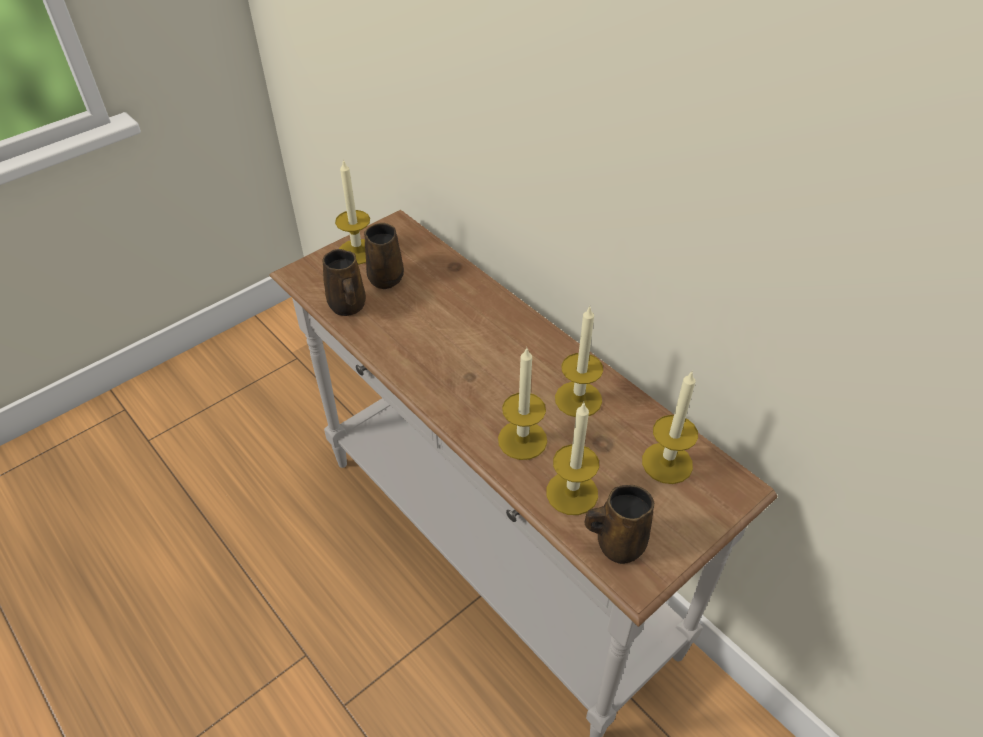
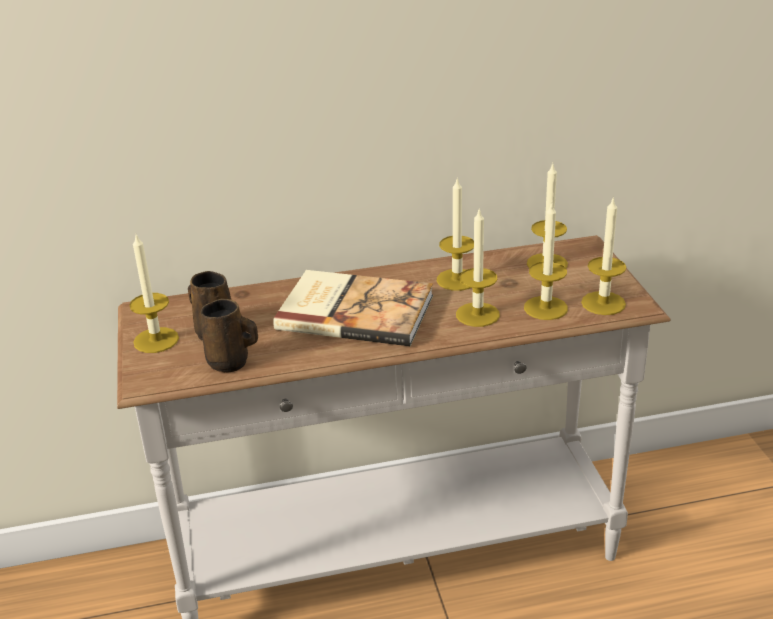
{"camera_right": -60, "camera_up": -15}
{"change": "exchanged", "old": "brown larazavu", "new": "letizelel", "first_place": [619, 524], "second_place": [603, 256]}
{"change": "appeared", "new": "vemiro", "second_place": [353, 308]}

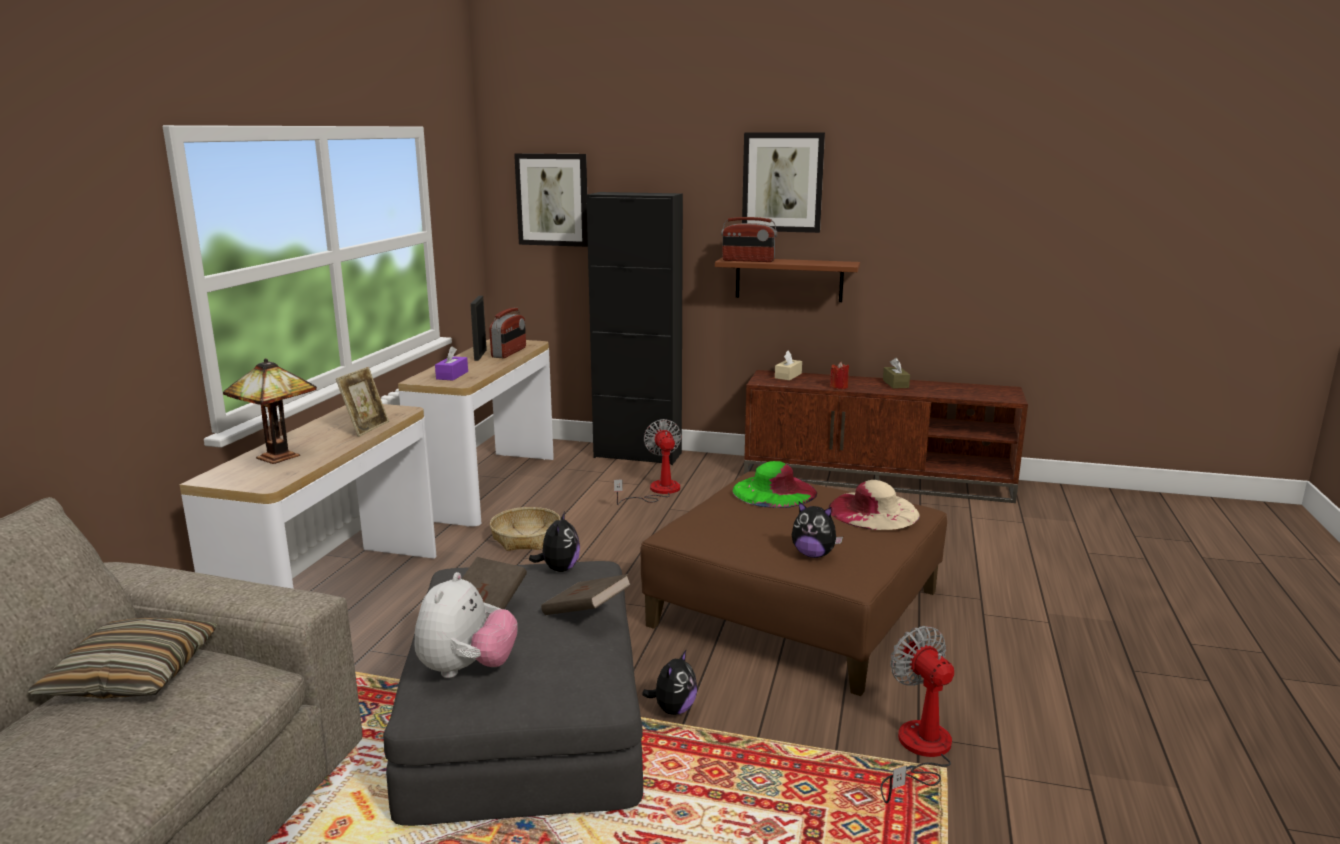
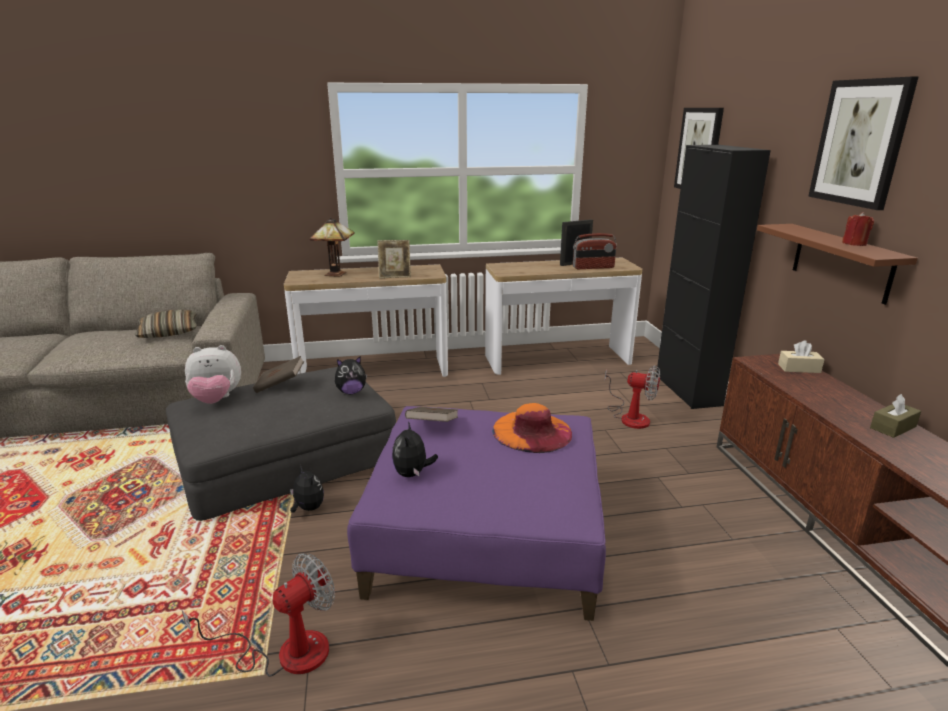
{"camera_right": 65, "camera_up": 5}
{"change": "missing", "old": "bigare", "first_place": [749, 239]}
{"change": "missing", "old": "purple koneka", "first_place": [451, 363]}
{"change": "relocated", "old": "red letizelel", "first_place": [839, 375], "second_place": [858, 229]}
{"change": "spun", "old": "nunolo", "first_place": [647, 462], "second_place": [632, 397], "degrees": 60}
{"change": "colour", "old": "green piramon", "new": "orange piramon", "first_place": [774, 484], "second_place": [532, 428]}
{"change": "colour", "old": "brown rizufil", "new": "purple rizufil", "first_place": [793, 583], "second_place": [476, 513]}
{"change": "missing", "old": "beige piramon", "first_place": [874, 505]}
{"change": "missing", "old": "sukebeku", "first_place": [525, 529]}
{"change": "relocated", "old": "brown vemiro", "first_place": [586, 594], "second_place": [431, 414]}
{"change": "spun", "old": "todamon", "first_place": [669, 682], "second_place": [307, 489], "degrees": -135}

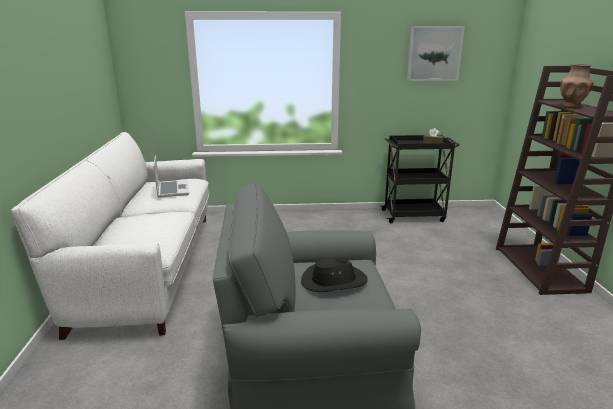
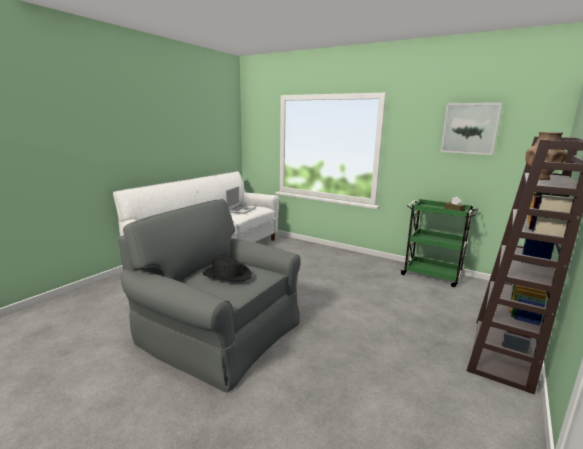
{"camera_right": 35, "camera_up": -5}
{"change": "colour", "old": "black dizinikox", "new": "green dizinikox", "first_place": [420, 179], "second_place": [439, 243]}

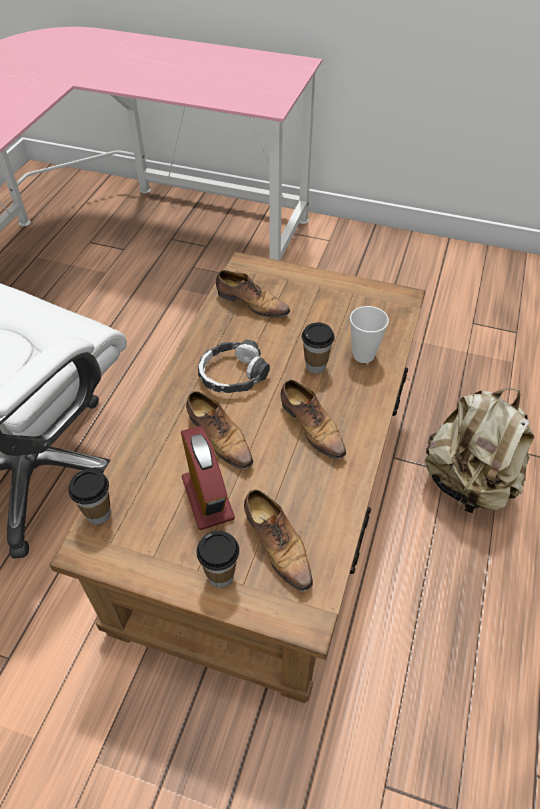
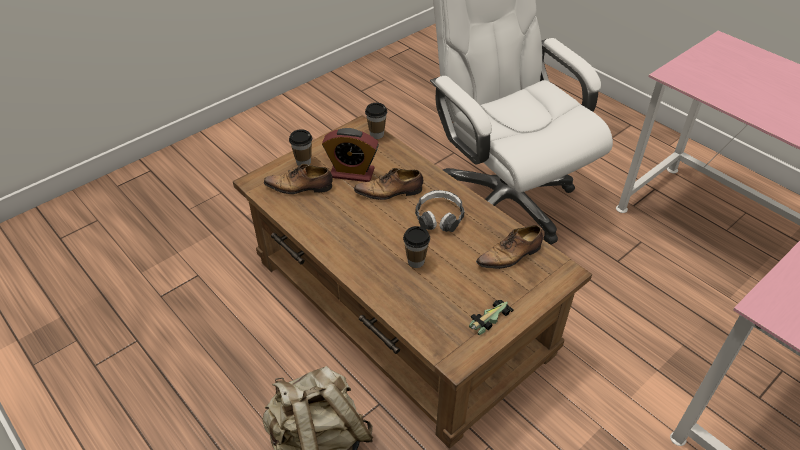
{"camera_right": 120, "camera_up": -5}
{"change": "missing", "old": "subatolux", "first_place": [369, 334]}
{"change": "missing", "old": "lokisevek", "first_place": [313, 419]}
{"change": "appeared", "new": "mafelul", "second_place": [491, 317]}

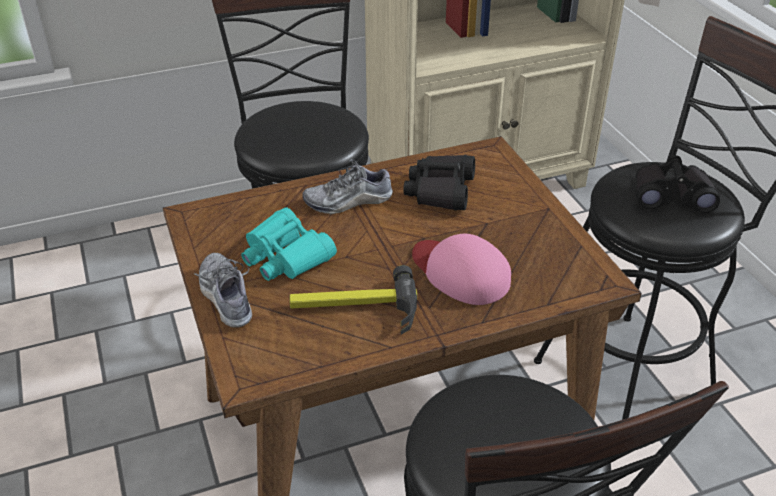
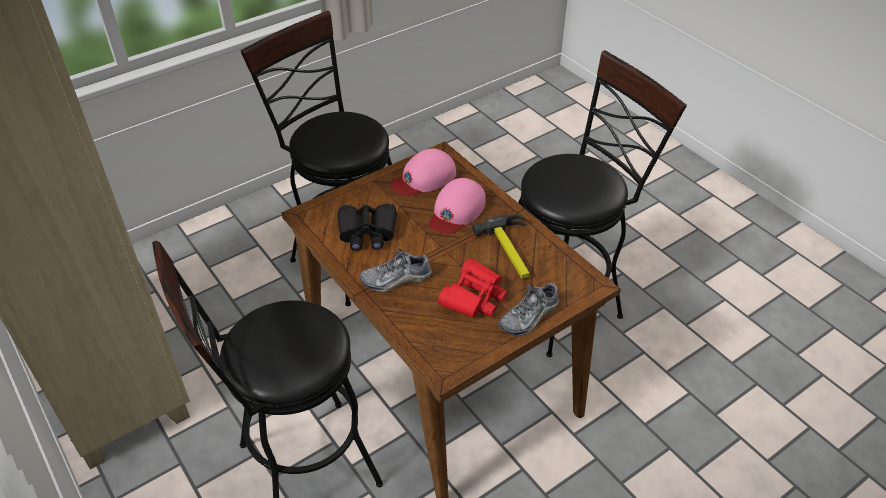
{"camera_right": -105, "camera_up": 5}
{"change": "missing", "old": "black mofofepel", "first_place": [678, 184]}
{"change": "spun", "old": "lokisevek", "first_place": [347, 187], "second_place": [396, 270], "degrees": 105}
{"change": "colour", "old": "turquoise mofofepel", "new": "red mofofepel", "first_place": [289, 244], "second_place": [472, 288]}
{"change": "appeared", "new": "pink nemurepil", "second_place": [423, 172]}

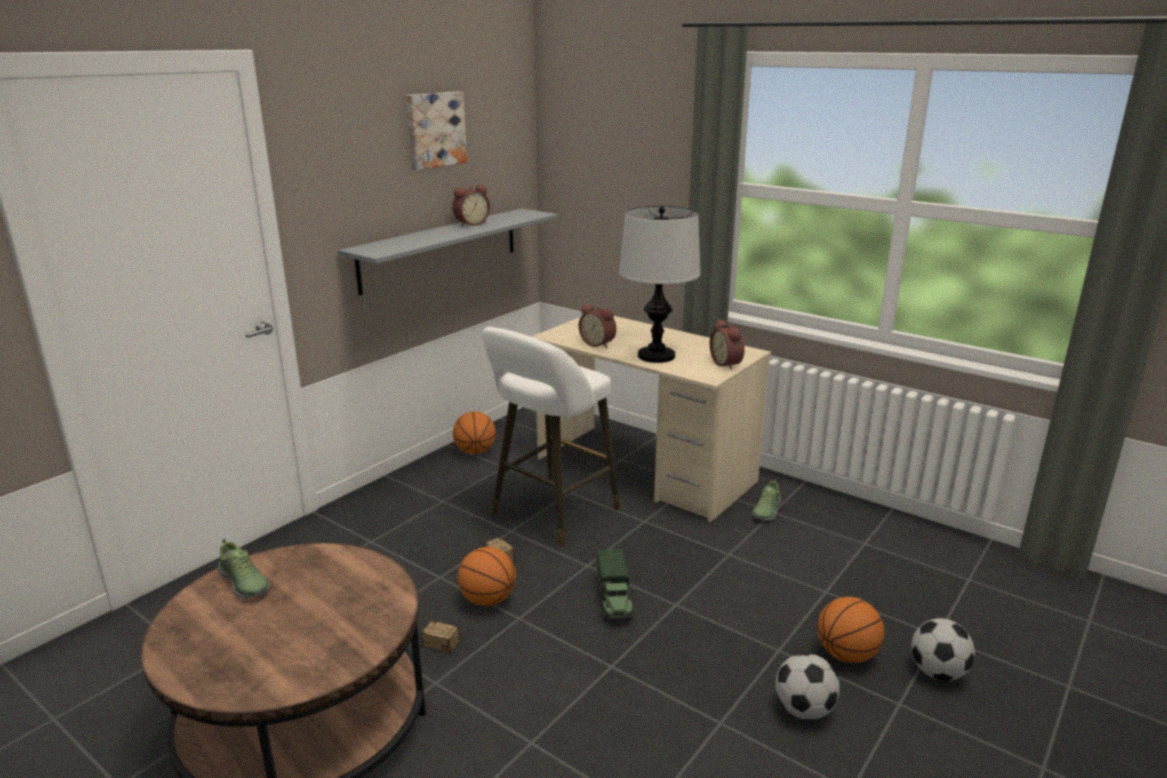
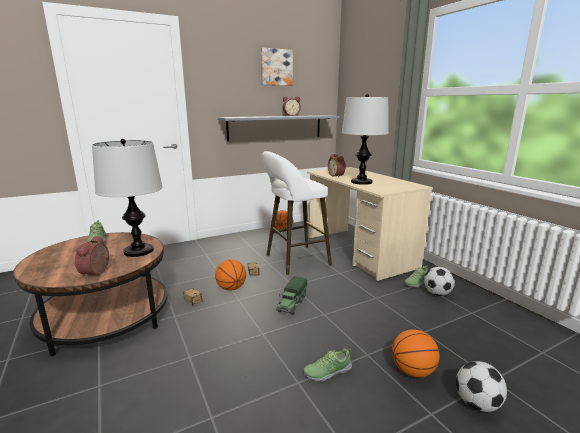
{"camera_right": 25, "camera_up": -5}
{"change": "relocated", "old": "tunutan", "first_place": [727, 344], "second_place": [92, 257]}
{"change": "relocated", "old": "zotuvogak", "first_place": [807, 686], "second_place": [439, 281]}
{"change": "appeared", "new": "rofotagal", "second_place": [127, 198]}
{"change": "appeared", "new": "lokisevek", "second_place": [327, 365]}

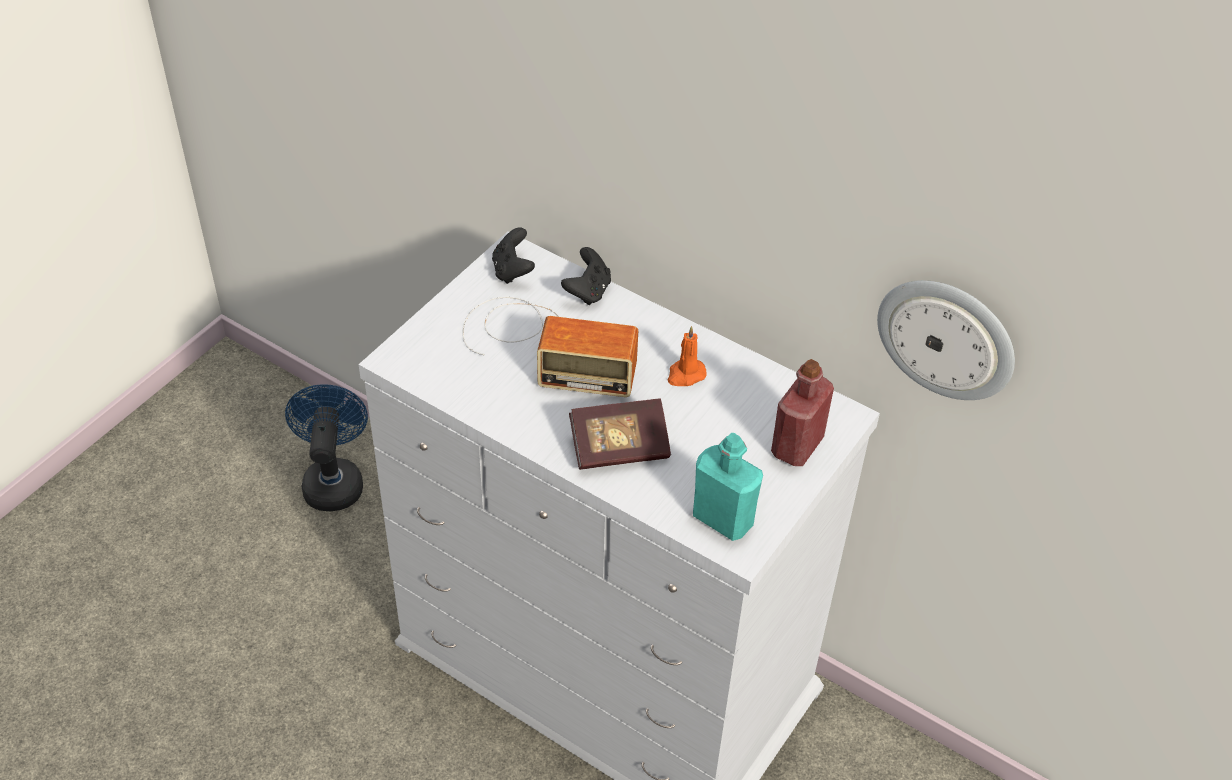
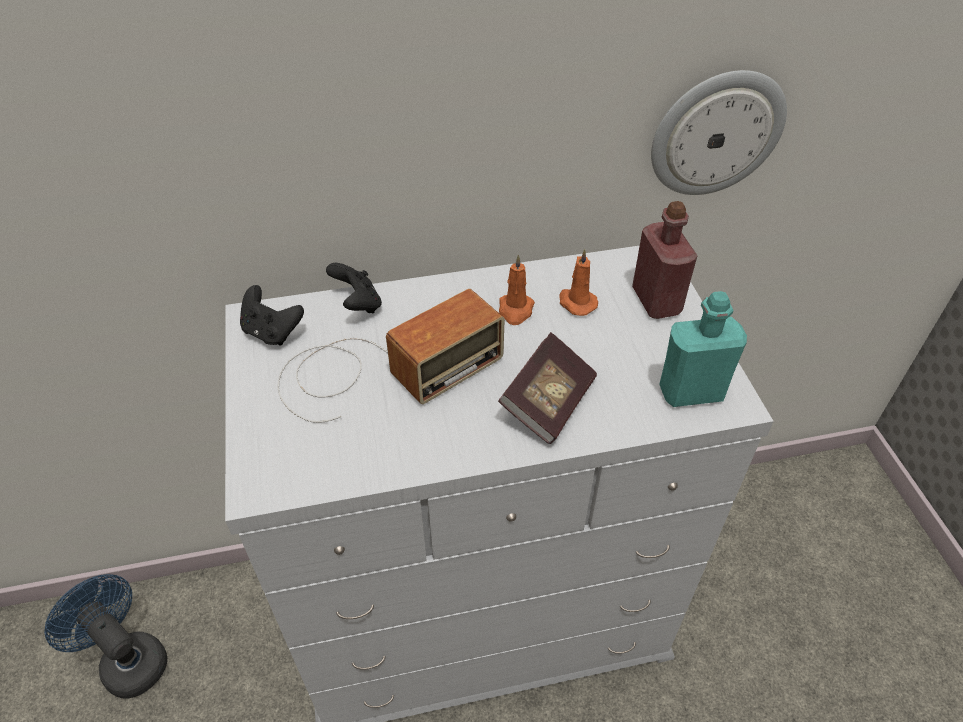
{"camera_right": -45, "camera_up": 0}
{"change": "appeared", "new": "orange letizelel", "second_place": [578, 282]}

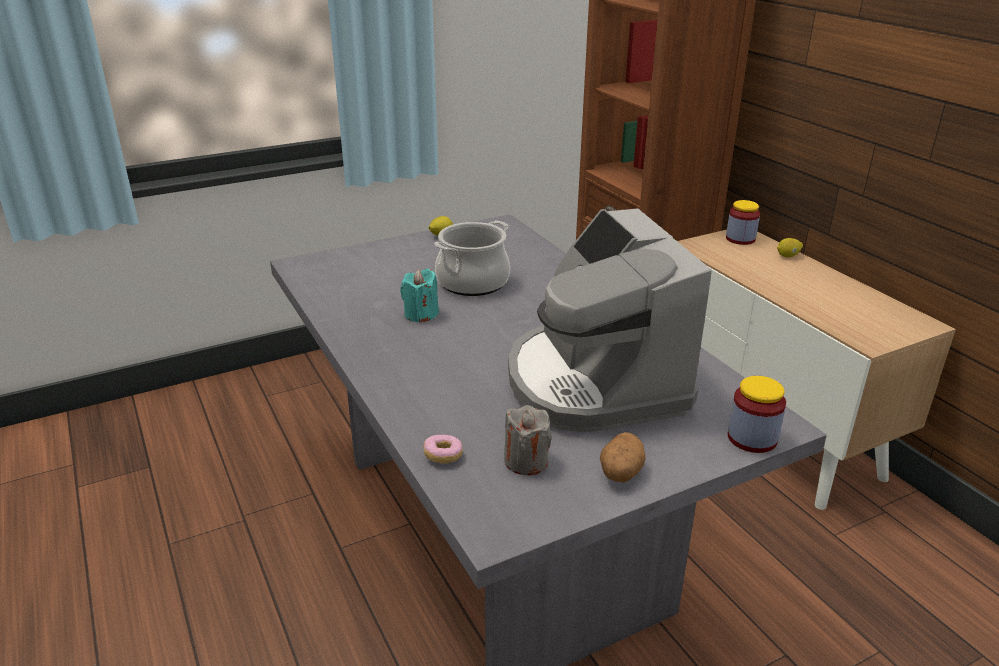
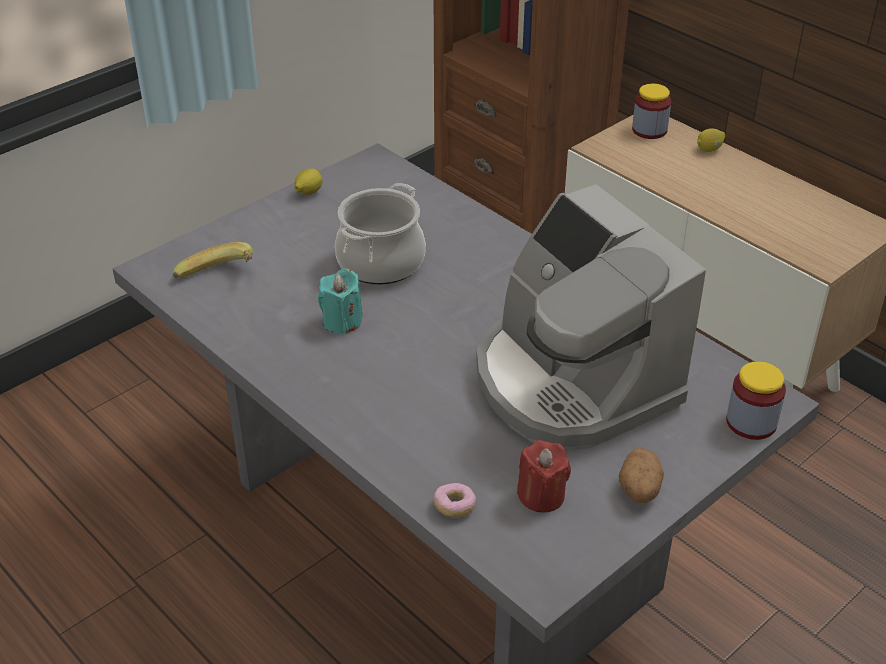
{"camera_right": -15, "camera_up": 10}
{"change": "colour", "old": "grey letizelel", "new": "red letizelel", "first_place": [528, 440], "second_place": [544, 476]}
{"change": "appeared", "new": "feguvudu", "second_place": [213, 260]}

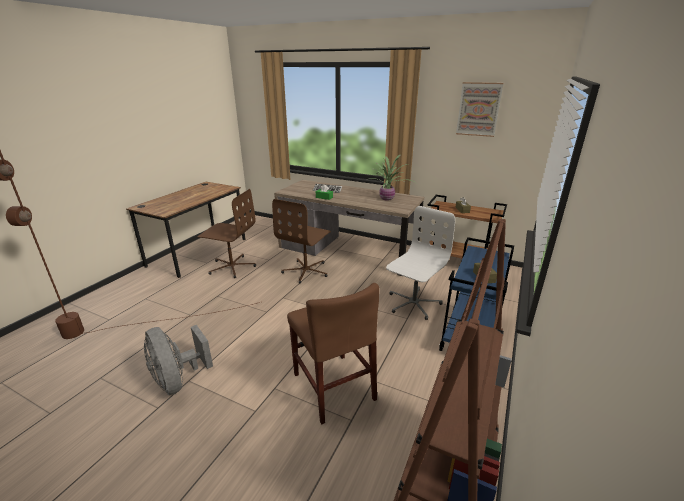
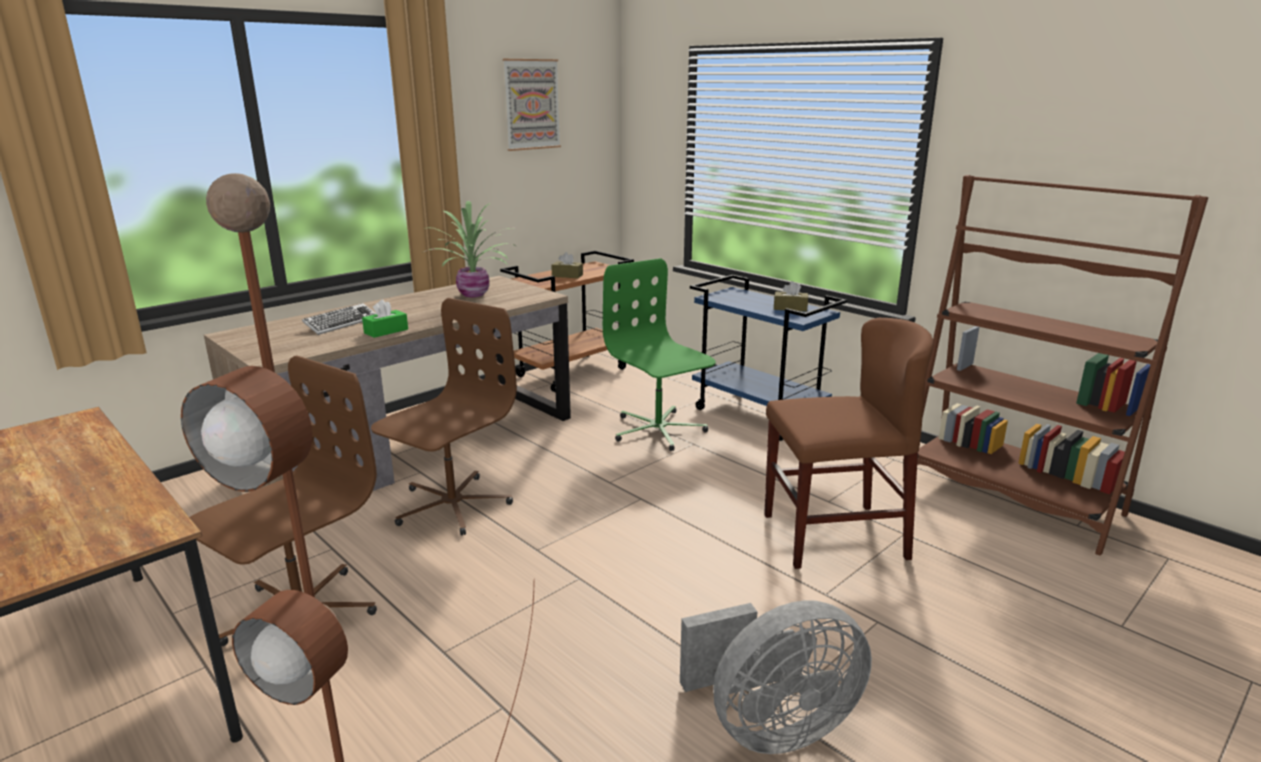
{"camera_right": -70, "camera_up": -5}
{"change": "spun", "old": "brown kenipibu", "first_place": [301, 241], "second_place": [444, 416], "degrees": -105}
{"change": "colour", "old": "white kenipibu", "new": "green kenipibu", "first_place": [420, 263], "second_place": [659, 354]}

